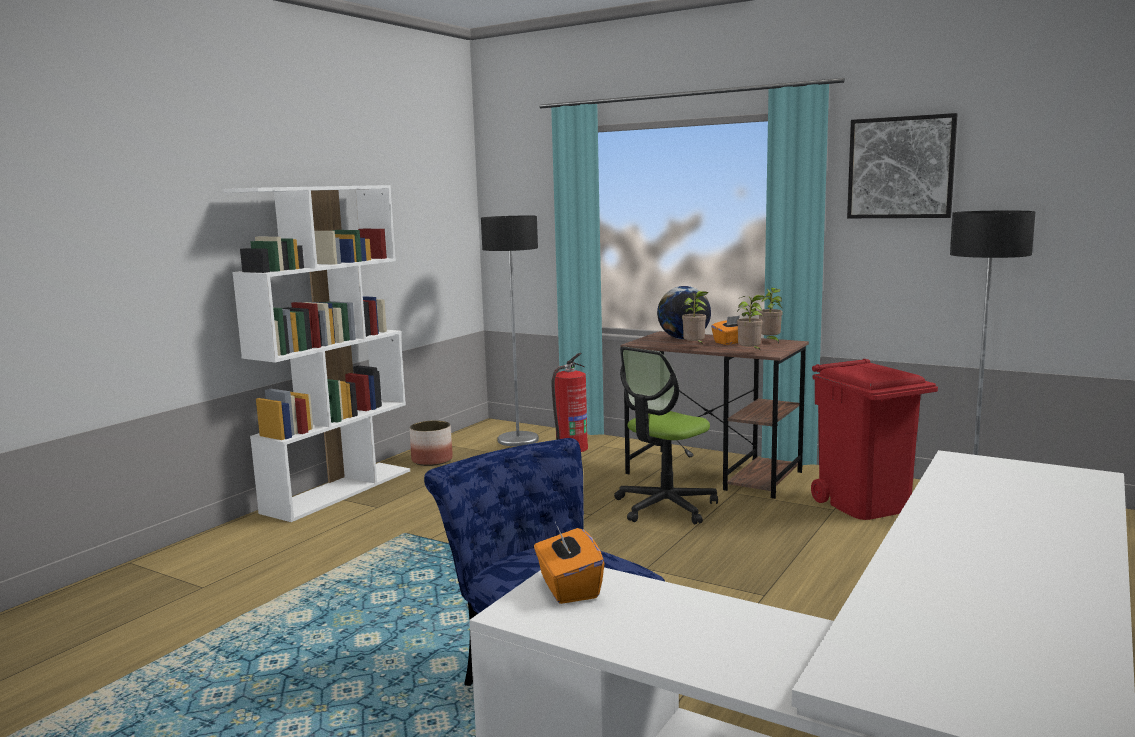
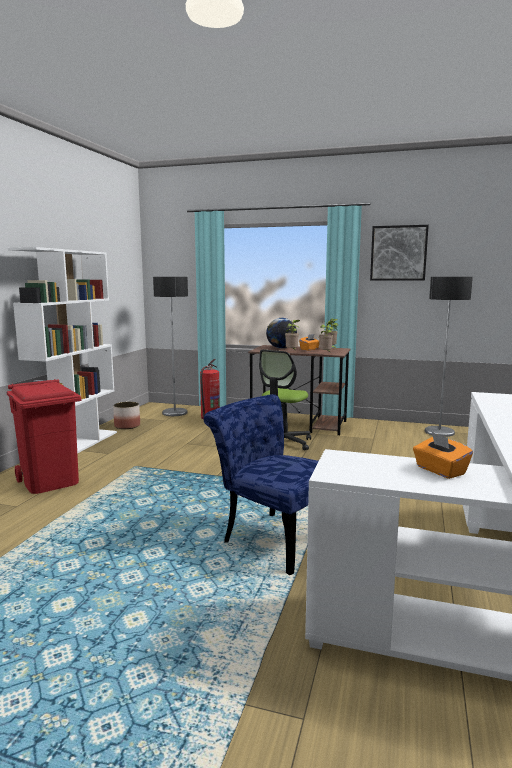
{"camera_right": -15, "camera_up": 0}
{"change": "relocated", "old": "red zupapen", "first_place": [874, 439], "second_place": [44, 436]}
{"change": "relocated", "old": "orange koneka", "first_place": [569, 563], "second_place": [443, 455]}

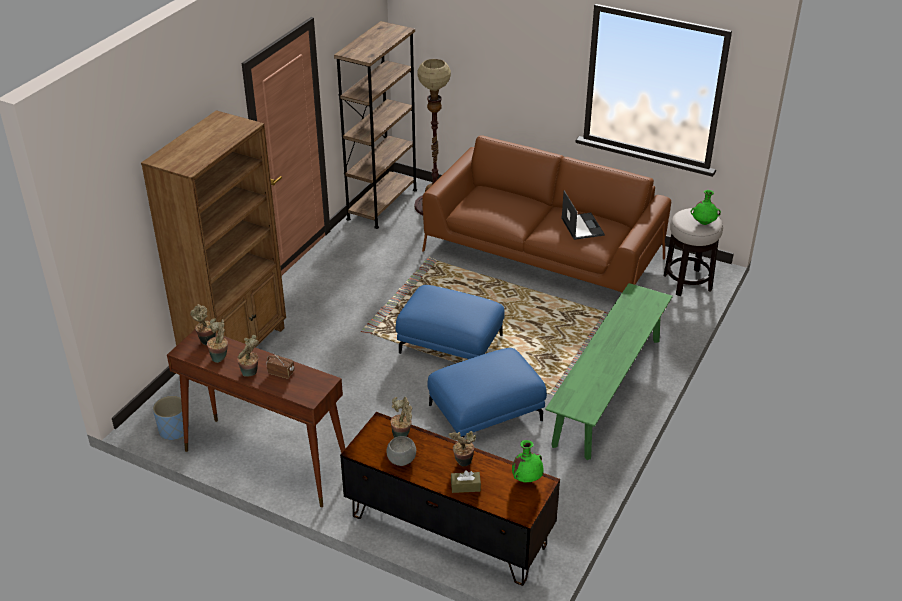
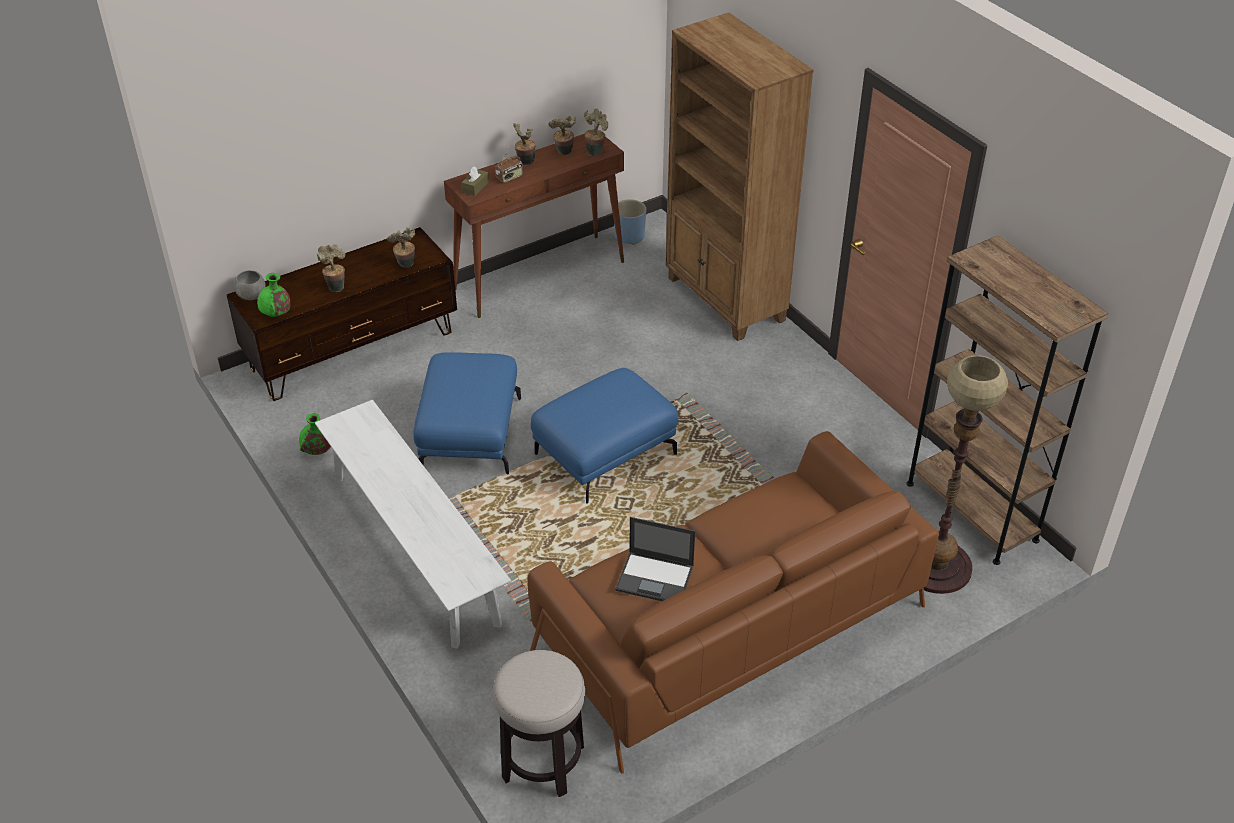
{"camera_right": 120, "camera_up": 5}
{"change": "relocated", "old": "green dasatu", "first_place": [706, 207], "second_place": [315, 434]}
{"change": "colour", "old": "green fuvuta", "new": "white fuvuta", "first_place": [609, 371], "second_place": [413, 524]}
{"change": "relocated", "old": "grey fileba", "first_place": [401, 451], "second_place": [250, 285]}
{"change": "relocated", "old": "brown koneka", "first_place": [466, 481], "second_place": [475, 181]}

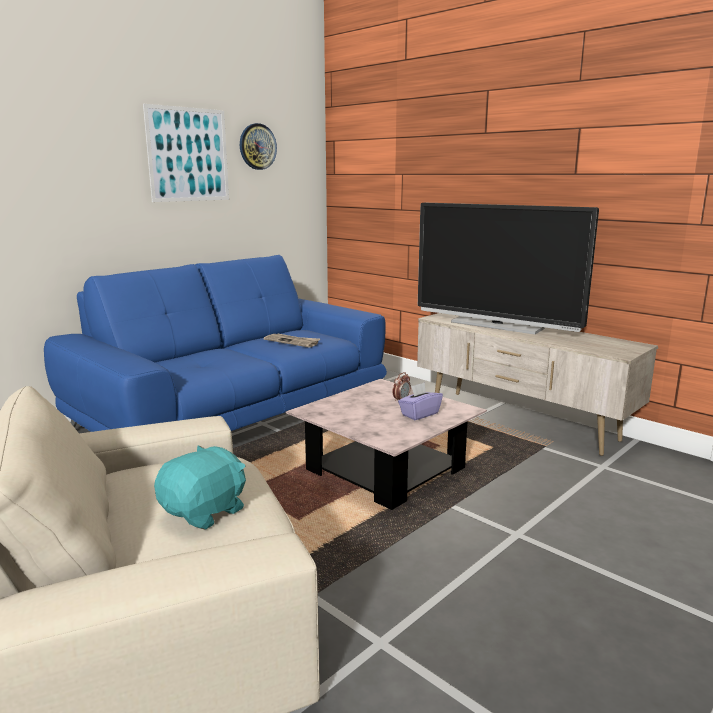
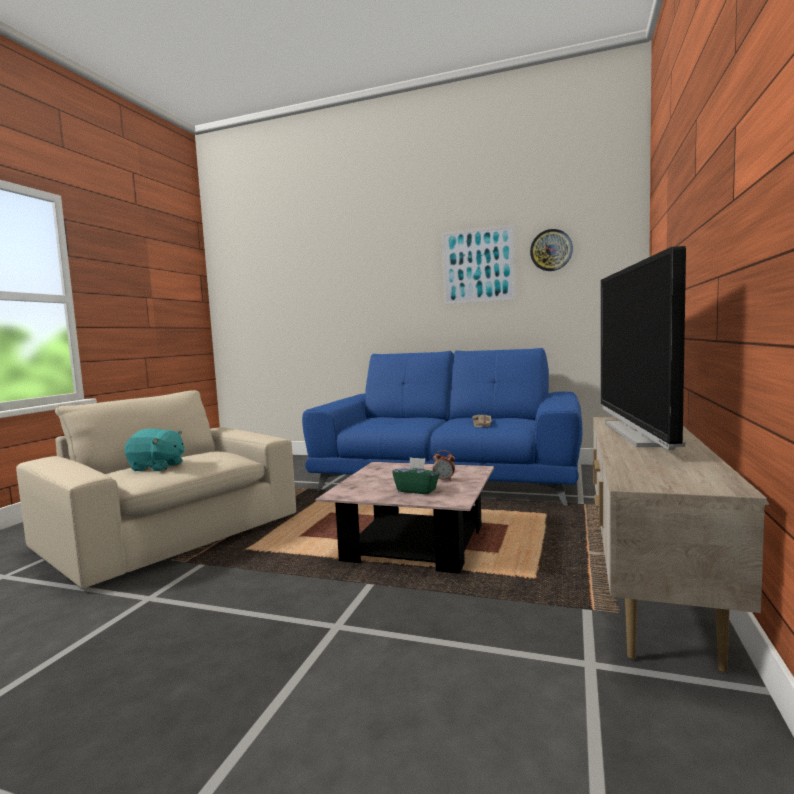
{"camera_right": 65, "camera_up": -10}
{"change": "colour", "old": "purple koneka", "new": "green koneka", "first_place": [420, 401], "second_place": [416, 475]}

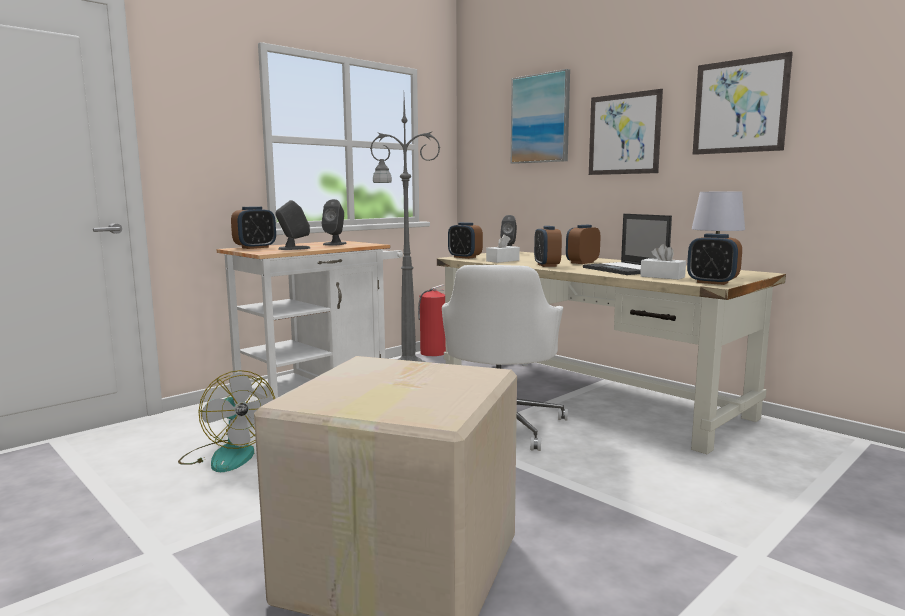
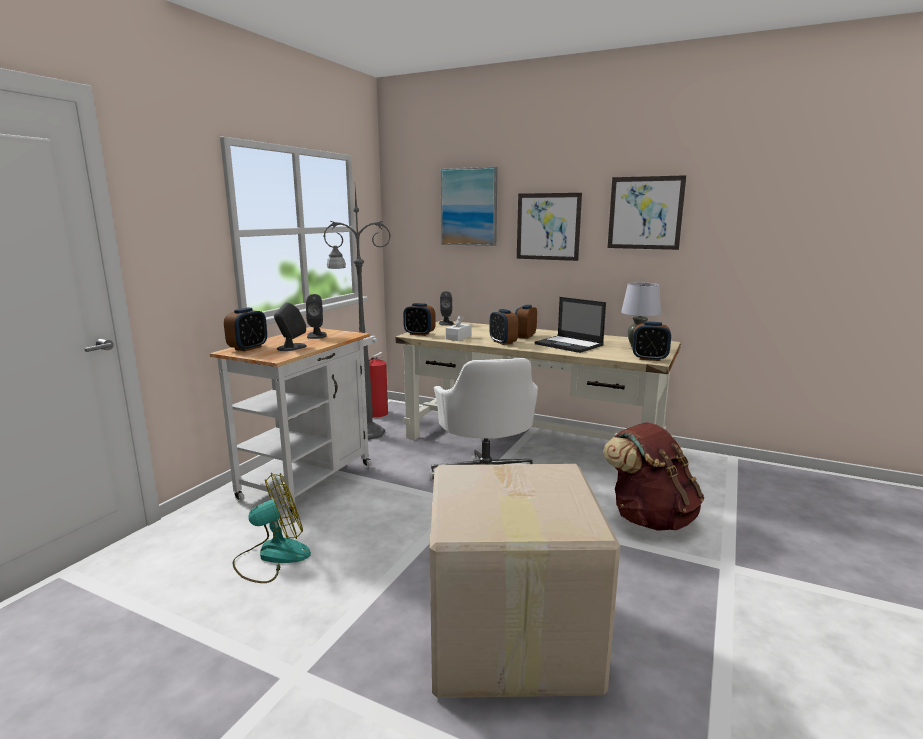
{"camera_right": -20, "camera_up": 5}
{"change": "missing", "old": "white koneka", "first_place": [663, 262]}
{"change": "spun", "old": "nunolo", "first_place": [226, 421], "second_place": [271, 527], "degrees": -60}
{"change": "appeared", "new": "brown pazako", "second_place": [653, 476]}

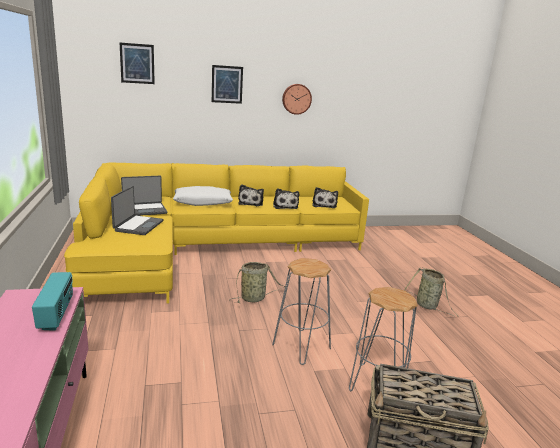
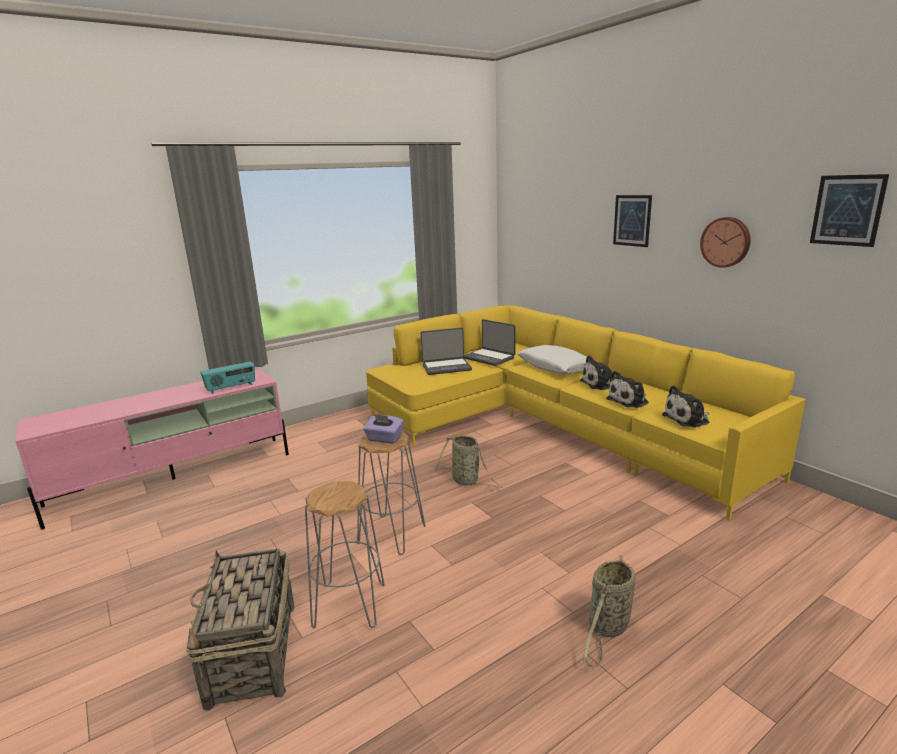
{"camera_right": 70, "camera_up": 0}
{"change": "relocated", "old": "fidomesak", "first_place": [137, 63], "second_place": [849, 210]}
{"change": "appeared", "new": "purple koneka", "second_place": [383, 429]}

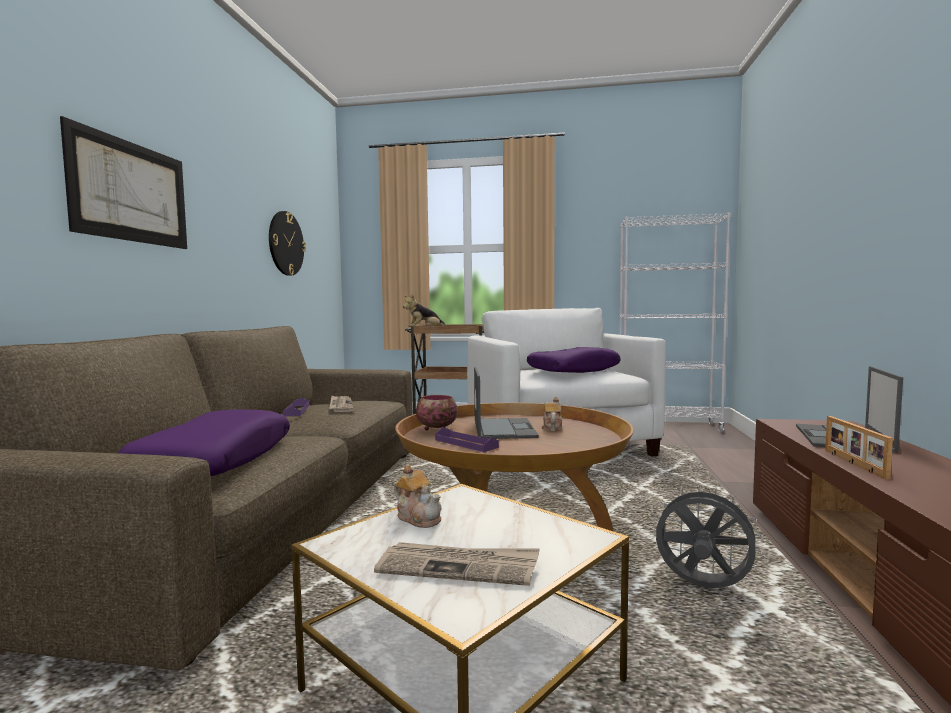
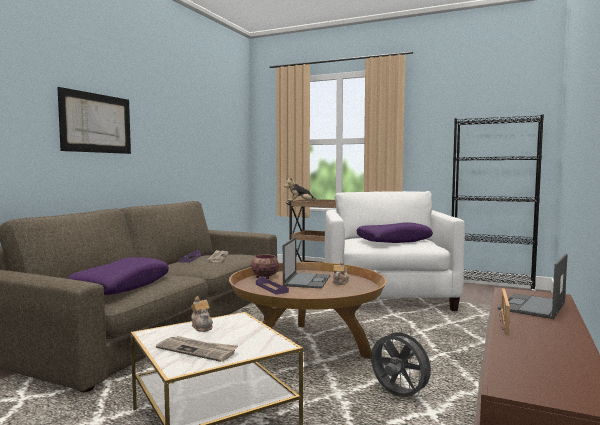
{"camera_right": 15, "camera_up": 0}
{"change": "missing", "old": "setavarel", "first_place": [287, 243]}
{"change": "colour", "old": "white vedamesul", "new": "black vedamesul", "first_place": [675, 322], "second_place": [498, 203]}

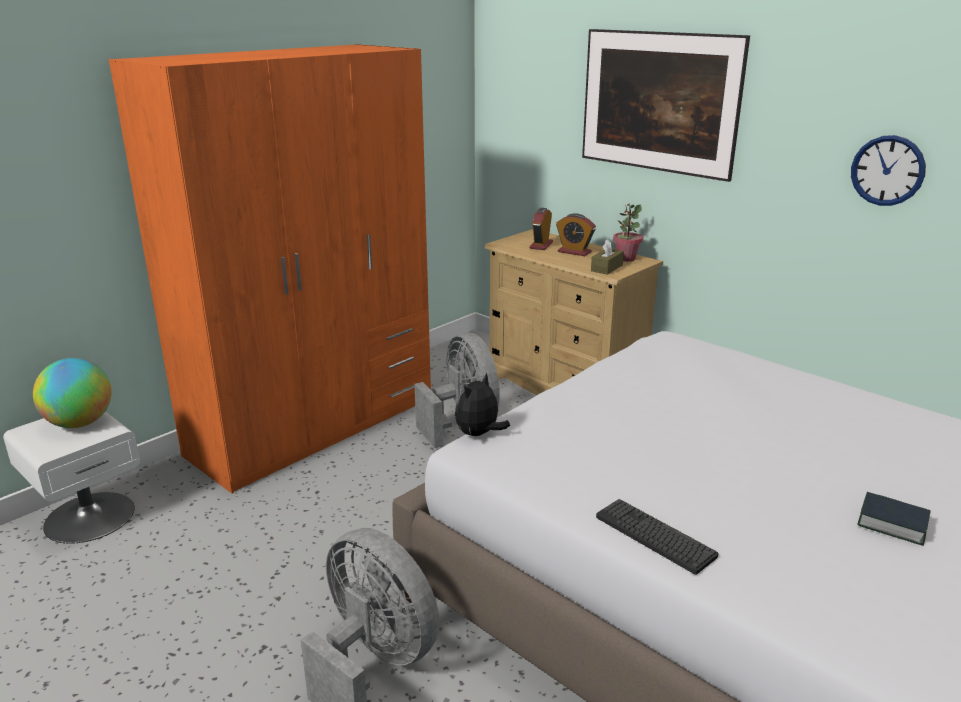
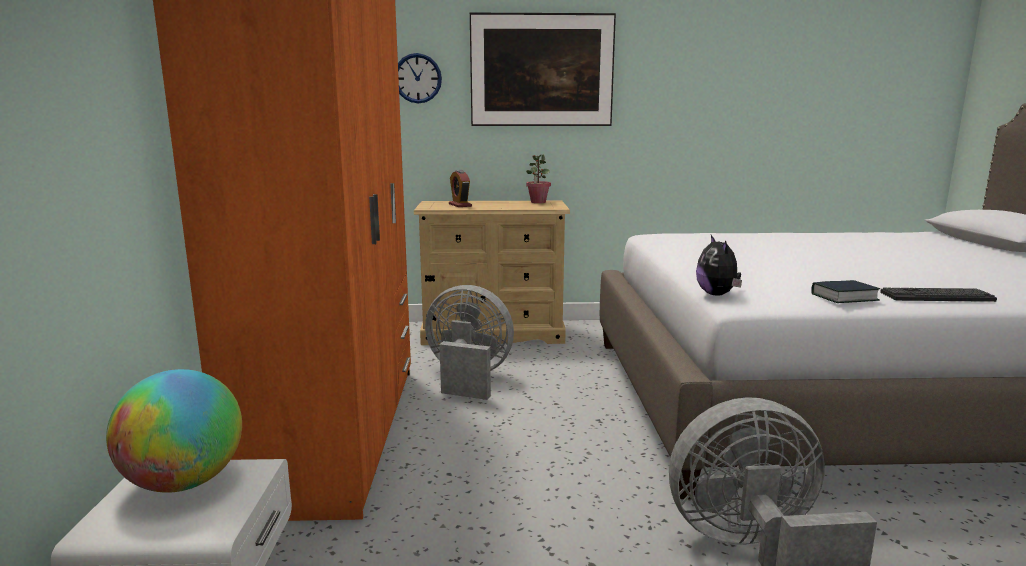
{"camera_right": -45, "camera_up": -10}
{"change": "relocated", "old": "setavarel", "first_place": [888, 170], "second_place": [420, 78]}
{"change": "missing", "old": "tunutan", "first_place": [576, 235]}
{"change": "missing", "old": "brown koneka", "first_place": [607, 257]}
{"change": "relocated", "old": "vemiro", "first_place": [894, 519], "second_place": [845, 291]}

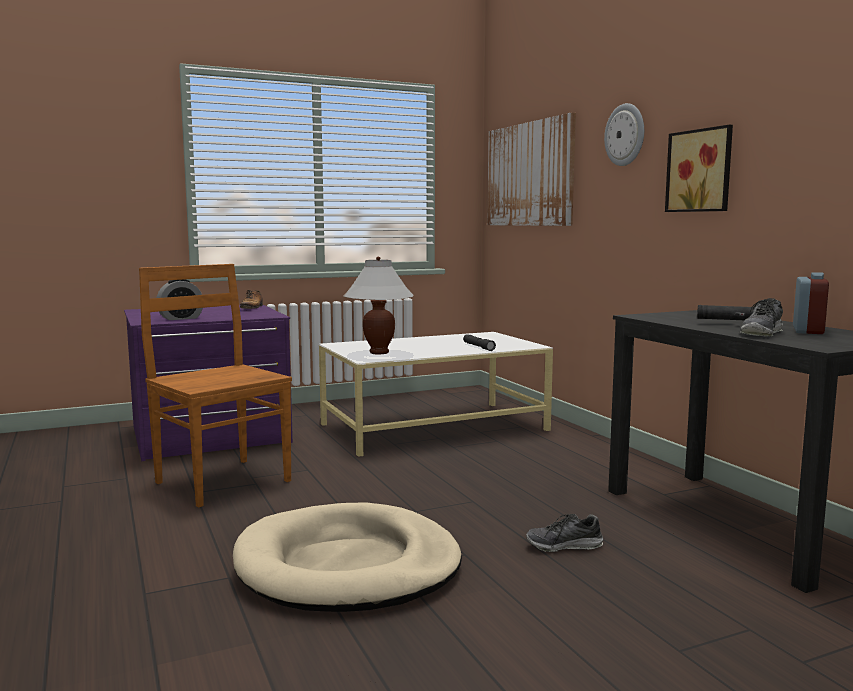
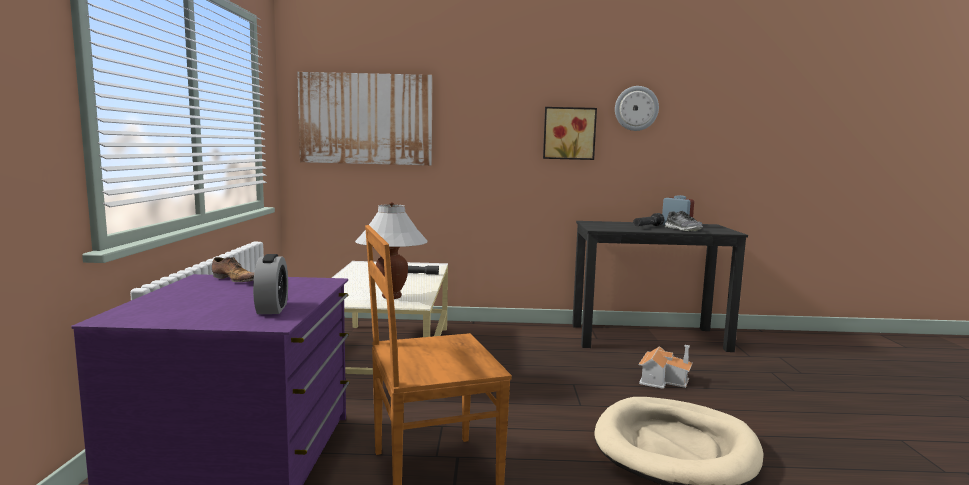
{"camera_right": -65, "camera_up": 0}
{"change": "relocated", "old": "setavarel", "first_place": [624, 134], "second_place": [637, 108]}
{"change": "exchanged", "old": "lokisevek", "new": "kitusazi", "first_place": [564, 533], "second_place": [665, 367]}

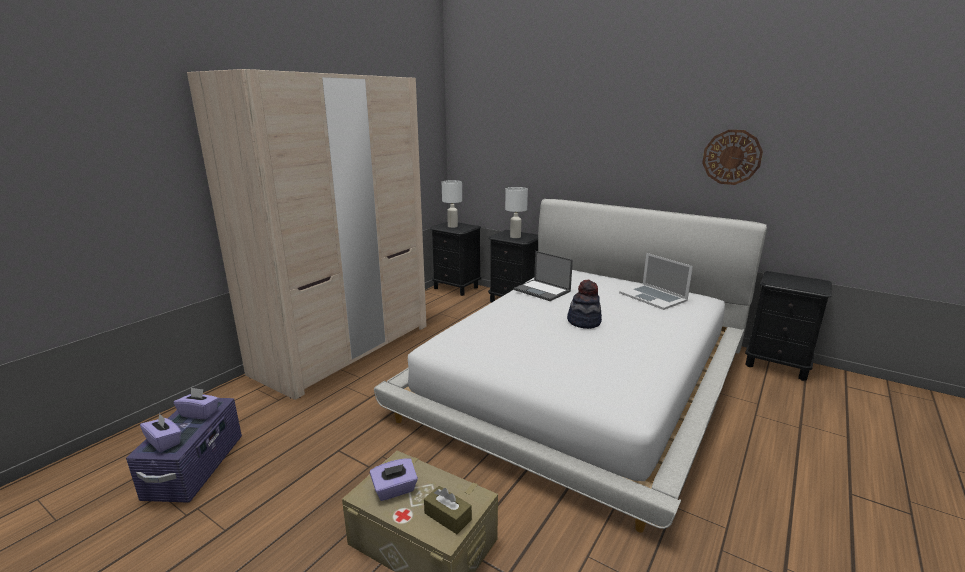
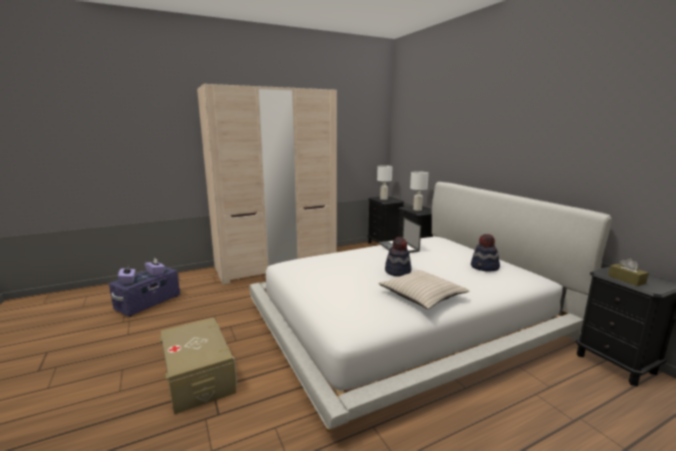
{"camera_right": 30, "camera_up": -5}
{"change": "missing", "old": "setavarel", "first_place": [732, 157]}
{"change": "exchanged", "old": "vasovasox", "new": "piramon", "first_place": [656, 281], "second_place": [485, 253]}
{"change": "missing", "old": "purple koneka", "first_place": [394, 480]}
{"change": "relocated", "old": "brown koneka", "first_place": [448, 510], "second_place": [628, 272]}
{"change": "appeared", "new": "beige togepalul", "second_place": [424, 289]}

